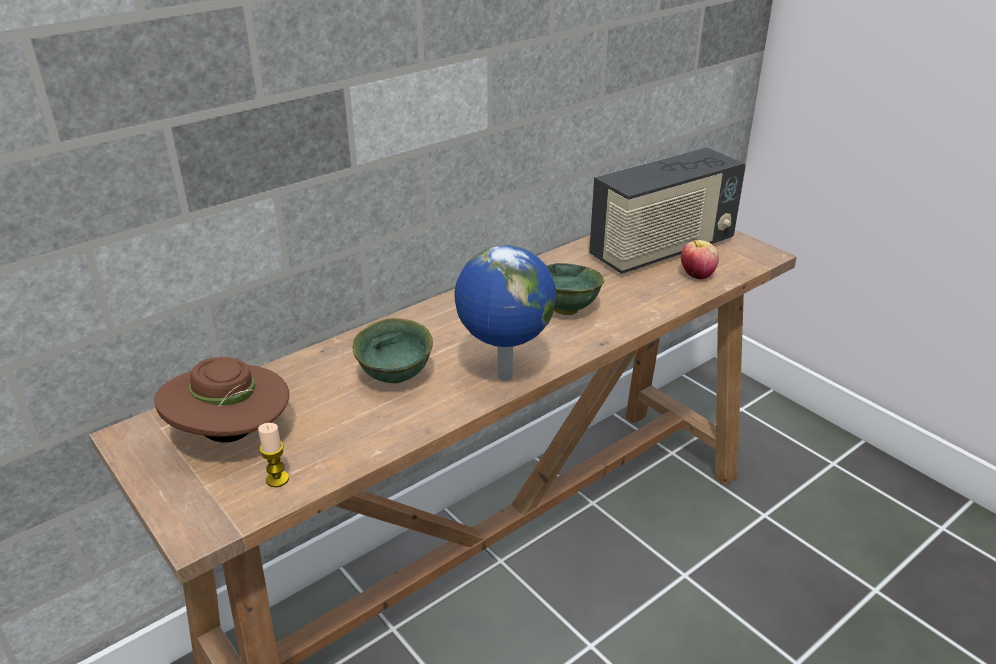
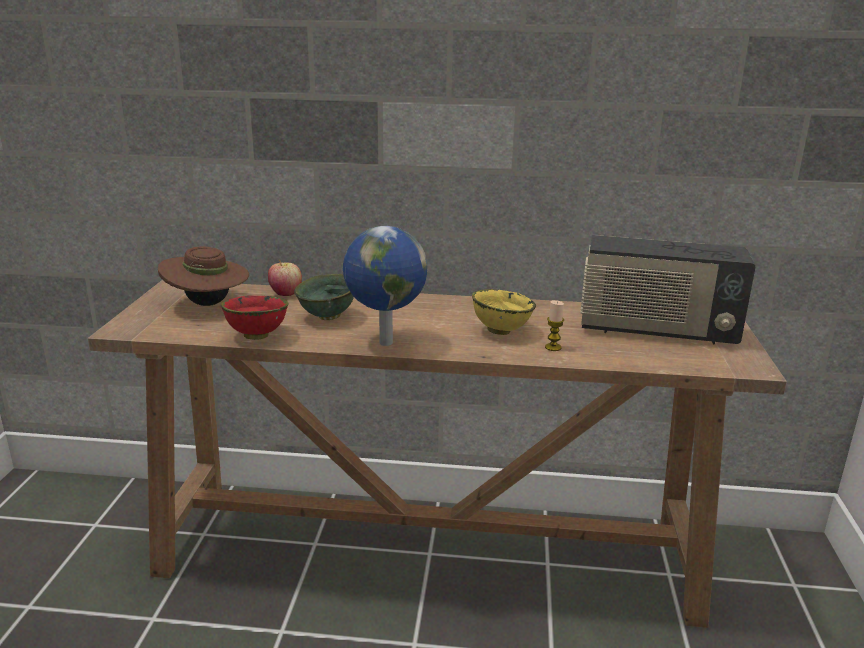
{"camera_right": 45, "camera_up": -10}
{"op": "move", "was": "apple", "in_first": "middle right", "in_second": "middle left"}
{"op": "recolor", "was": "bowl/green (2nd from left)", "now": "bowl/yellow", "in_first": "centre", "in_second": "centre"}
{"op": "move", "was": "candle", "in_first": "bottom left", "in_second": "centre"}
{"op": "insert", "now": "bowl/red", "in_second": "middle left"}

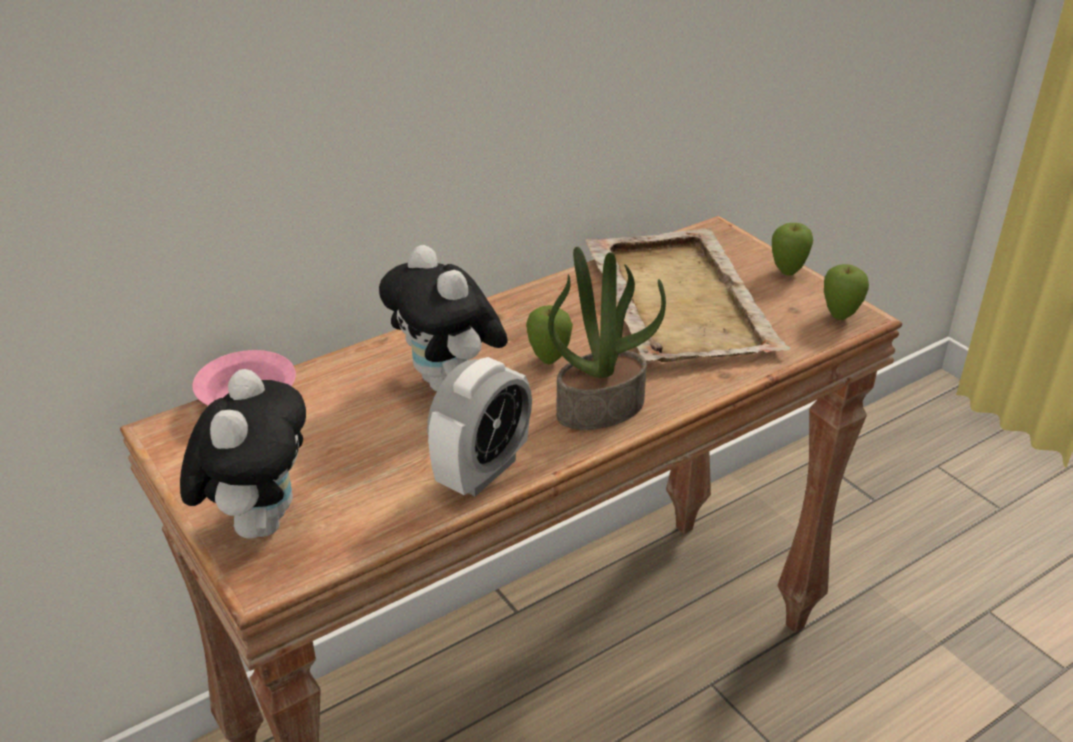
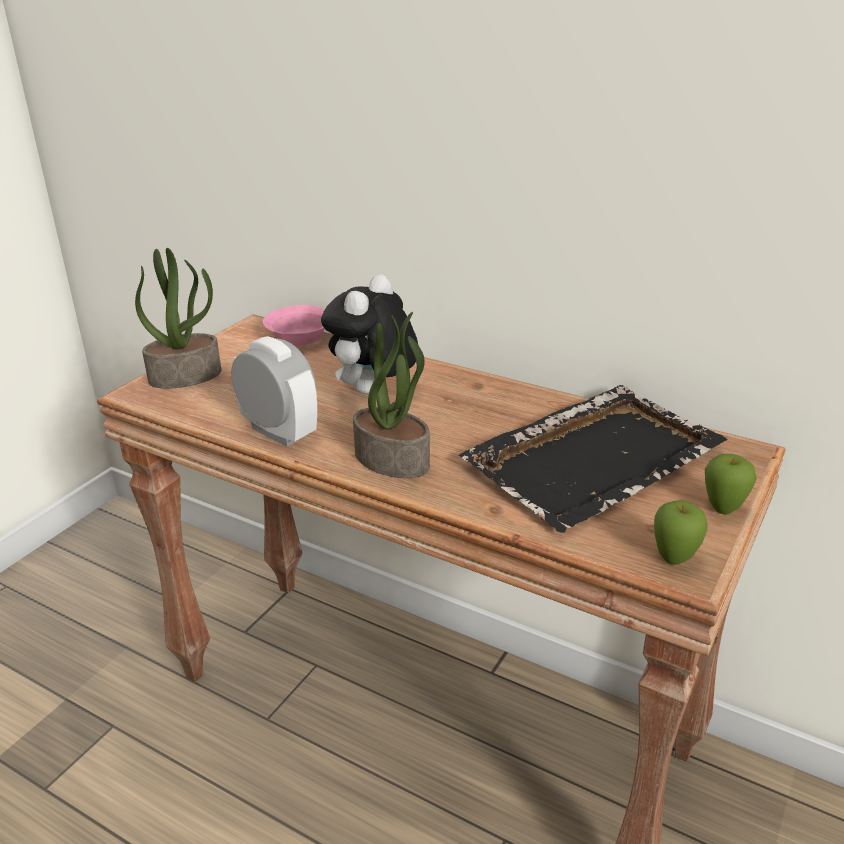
{"camera_right": 65, "camera_up": -5}
{"op": "recolor", "was": "tray/beige", "now": "tray/black", "in_first": "centre", "in_second": "middle right"}
{"op": "delete", "was": "apple (1st from left)", "in_first": "centre"}
{"op": "rotate", "was": "alarm clock", "in_first": "centre", "in_second": "middle left", "clockwise": -150}
{"op": "replace", "was": "plush toy (1st from left)", "now": "potted plant (1st from left)", "in_first": "middle left", "in_second": "middle left"}

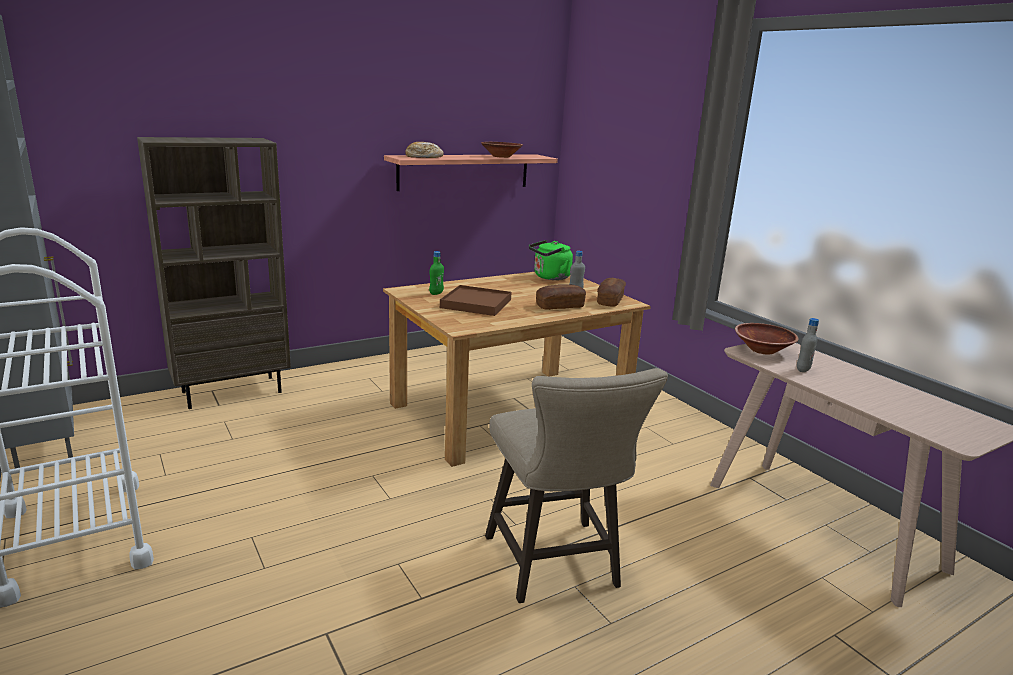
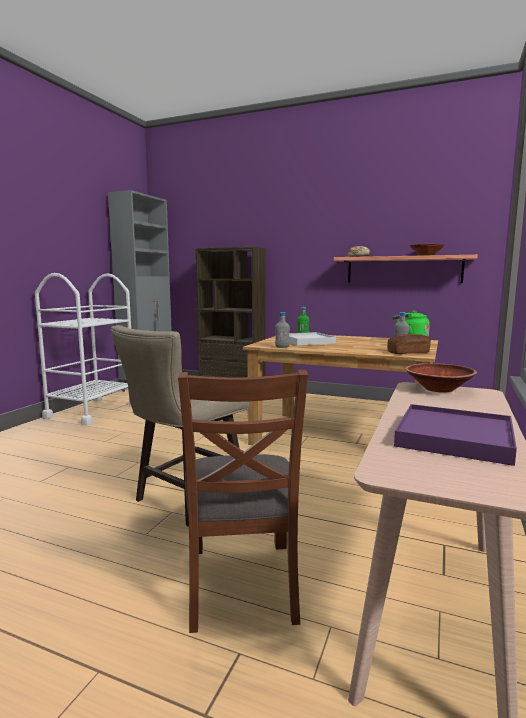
{"camera_right": 55, "camera_up": -10}
{"op": "delete", "was": "bread (2nd from left)", "in_first": "centre"}
{"op": "recolor", "was": "tray/brown", "now": "tray/white", "in_first": "centre", "in_second": "centre"}
{"op": "move", "was": "bottle/grey (2nd from left in the first image)", "now": "bottle/grey (1st from left)", "in_first": "middle right", "in_second": "centre"}
{"op": "insert", "now": "chair/brown", "in_second": "bottom centre"}
{"op": "insert", "now": "tray/purple", "in_second": "middle right"}

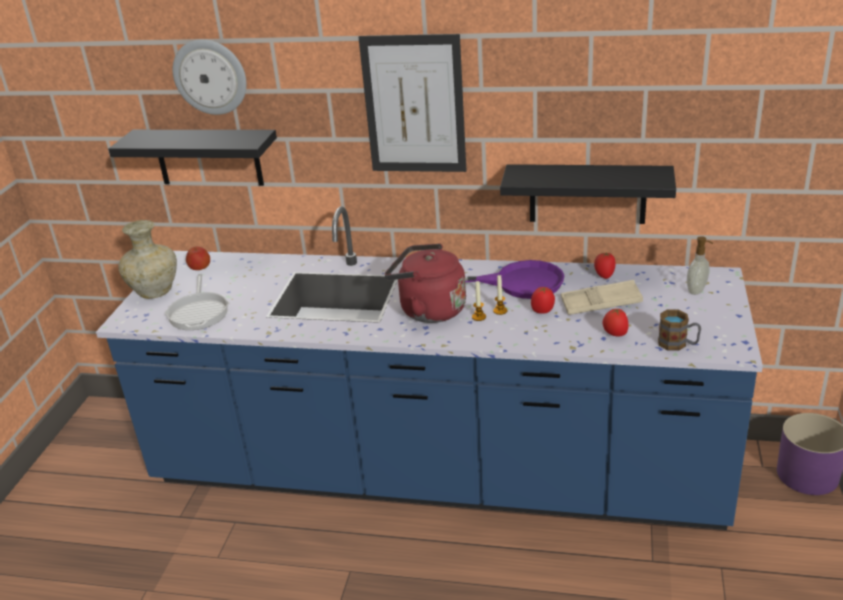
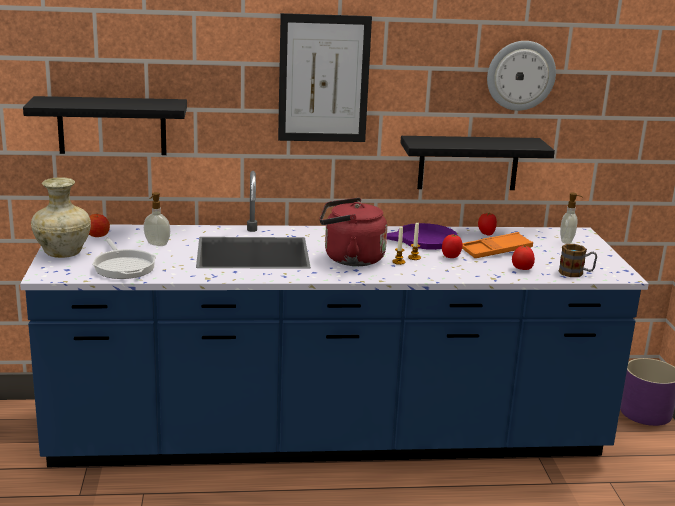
{"camera_right": -20, "camera_up": -10}
{"op": "move", "was": "wall clock", "in_first": "top left", "in_second": "top right"}
{"op": "recolor", "was": "tray/beige", "now": "tray/orange", "in_first": "middle right", "in_second": "middle right"}
{"op": "insert", "now": "soap dispenser (1st from left)", "in_second": "middle left"}

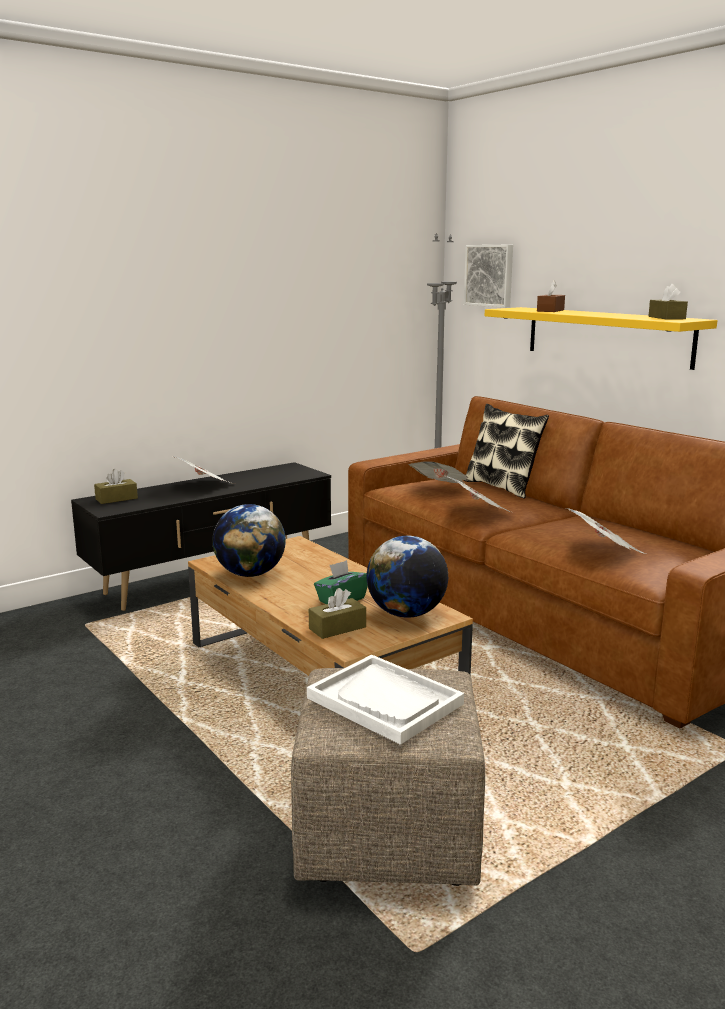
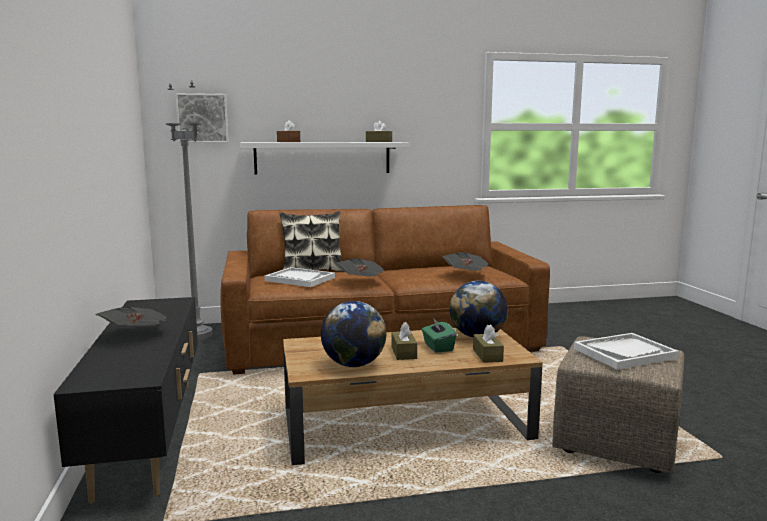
{"camera_right": -65, "camera_up": -5}
{"op": "recolor", "was": "shelf/yellow", "now": "shelf/white", "in_first": "middle right", "in_second": "top centre"}
{"op": "replace", "was": "newspaper (2nd from left)", "now": "tray/white (1st from left)", "in_first": "centre", "in_second": "centre"}
{"op": "move", "was": "tissue box/brown (1st from left in the first image)", "now": "tissue box/brown (3rd from left)", "in_first": "middle left", "in_second": "centre"}

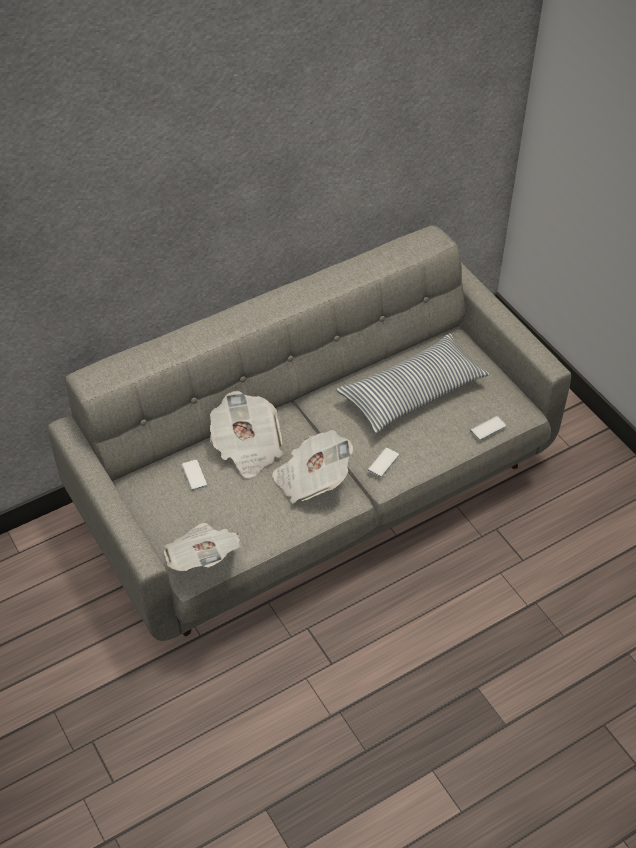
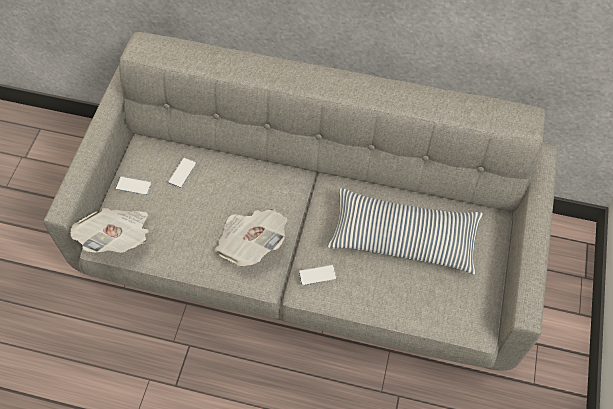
{"camera_right": 45, "camera_up": 10}
{"op": "delete", "was": "newspaper (2nd from left)", "in_first": "centre"}
{"op": "move", "was": "phone (3rd from left in the first image)", "now": "phone (1st from left)", "in_first": "middle right", "in_second": "middle left"}

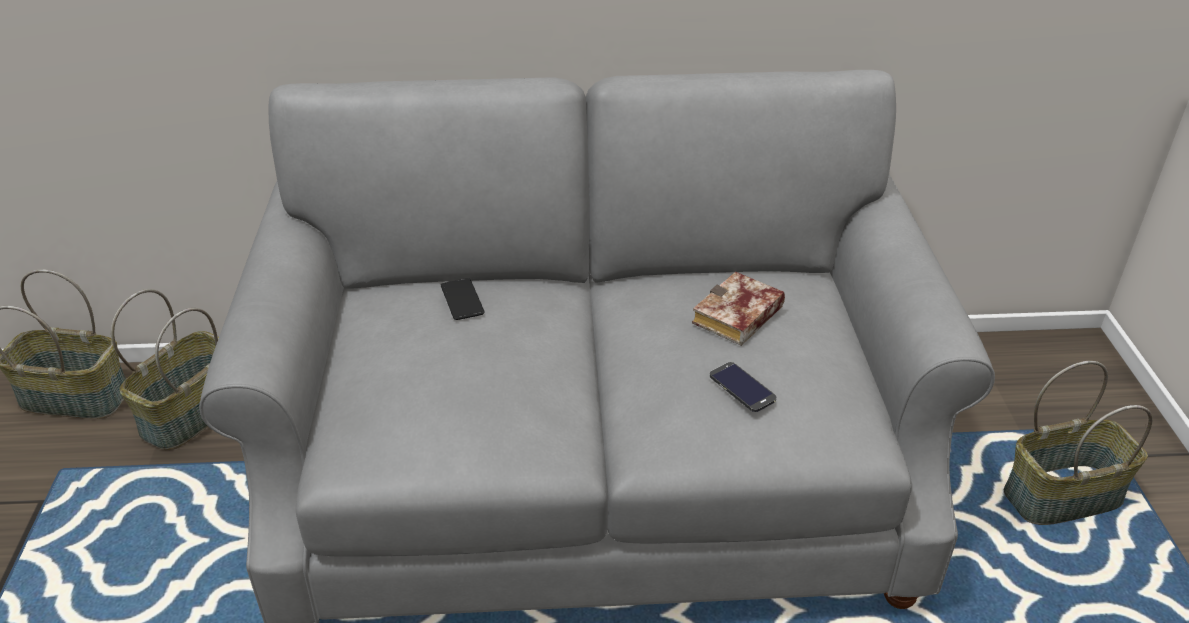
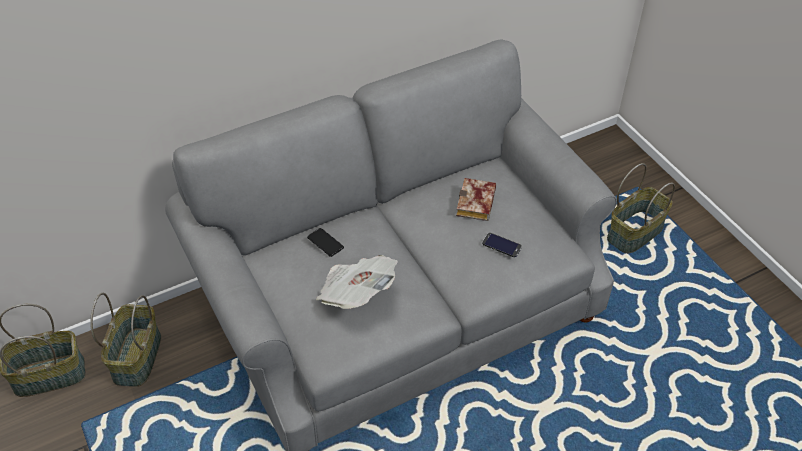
{"camera_right": -25, "camera_up": 10}
{"op": "insert", "now": "newspaper", "in_second": "centre"}

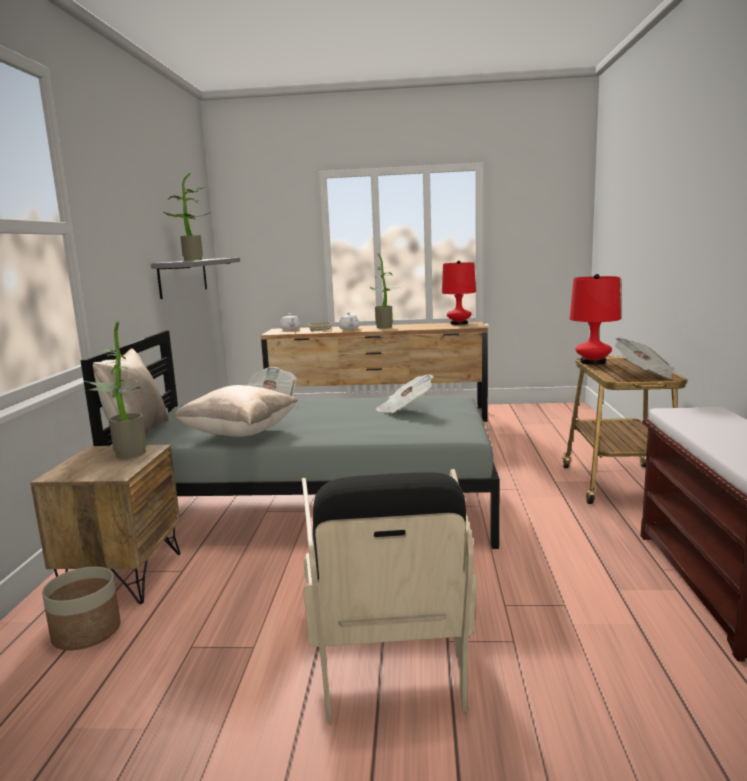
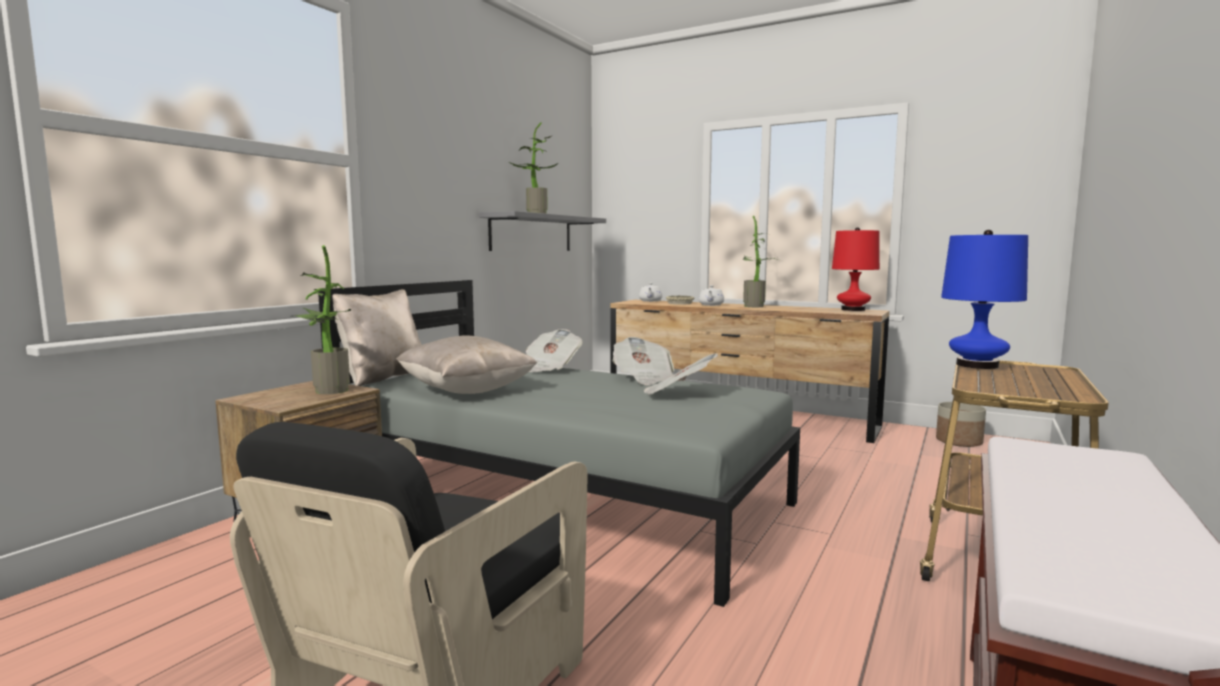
{"camera_right": 25, "camera_up": -5}
{"op": "recolor", "was": "table lamp/red (2nd from left)", "now": "table lamp/blue", "in_first": "middle right", "in_second": "middle right"}
{"op": "move", "was": "newspaper (3rd from left in the first image)", "now": "newspaper (2nd from left)", "in_first": "middle right", "in_second": "centre"}
{"op": "move", "was": "planter", "in_first": "bottom left", "in_second": "middle right"}

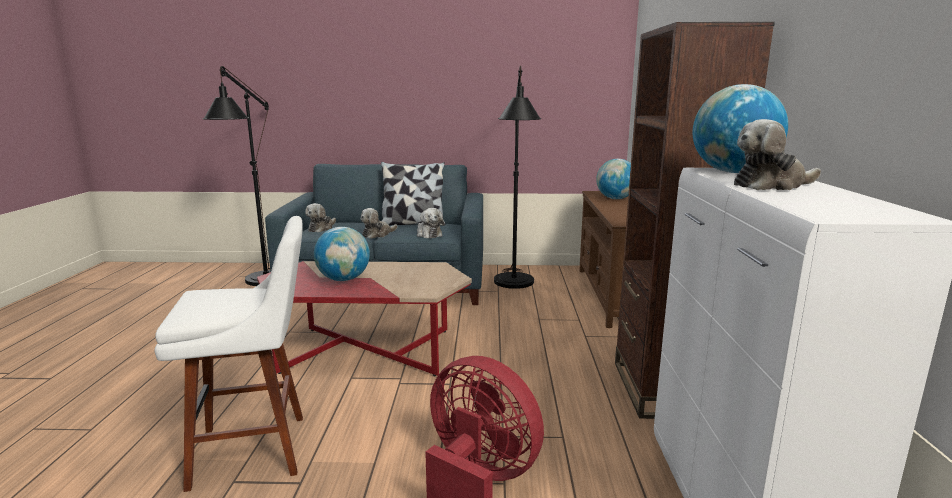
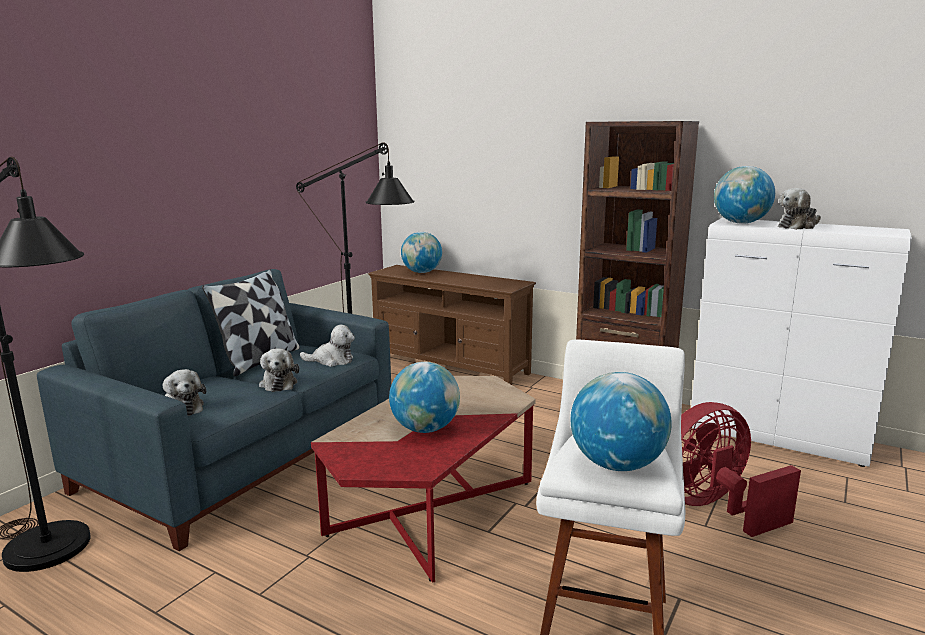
{"camera_right": -60, "camera_up": 0}
{"op": "rotate", "was": "plush toy (4th from left)", "in_first": "top right", "in_second": "top right", "clockwise": 45}
{"op": "insert", "now": "globe (3rd from left)", "in_second": "middle right"}

